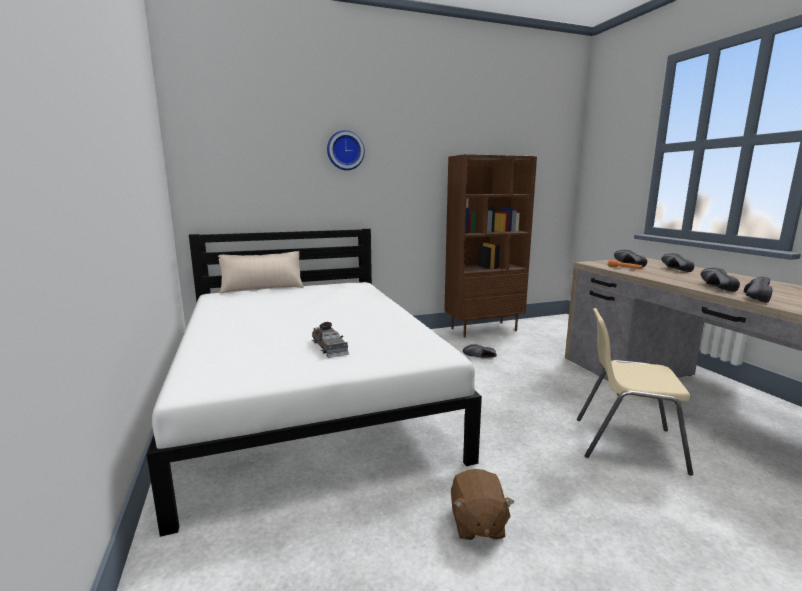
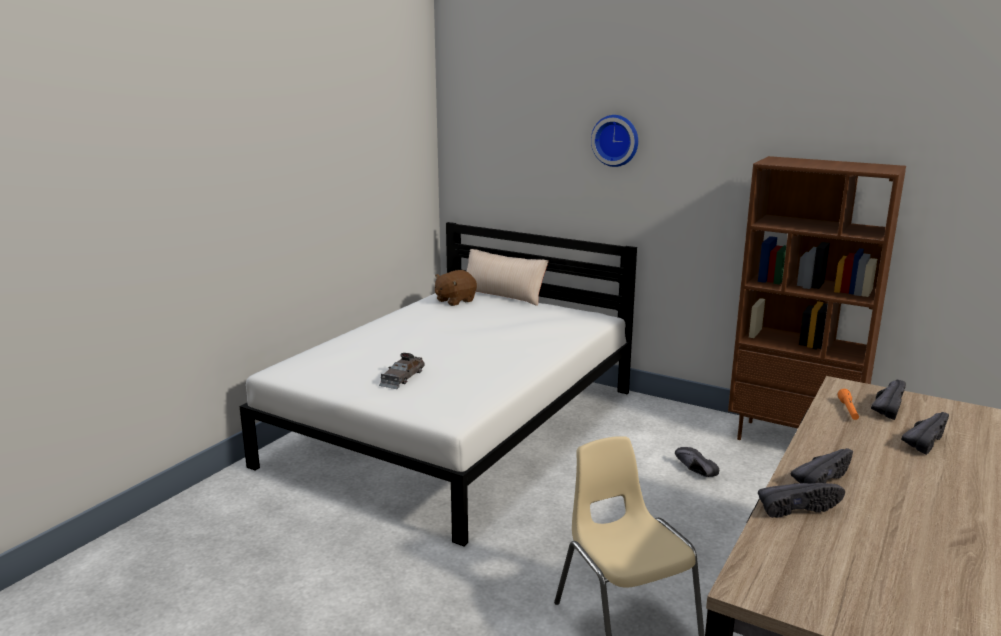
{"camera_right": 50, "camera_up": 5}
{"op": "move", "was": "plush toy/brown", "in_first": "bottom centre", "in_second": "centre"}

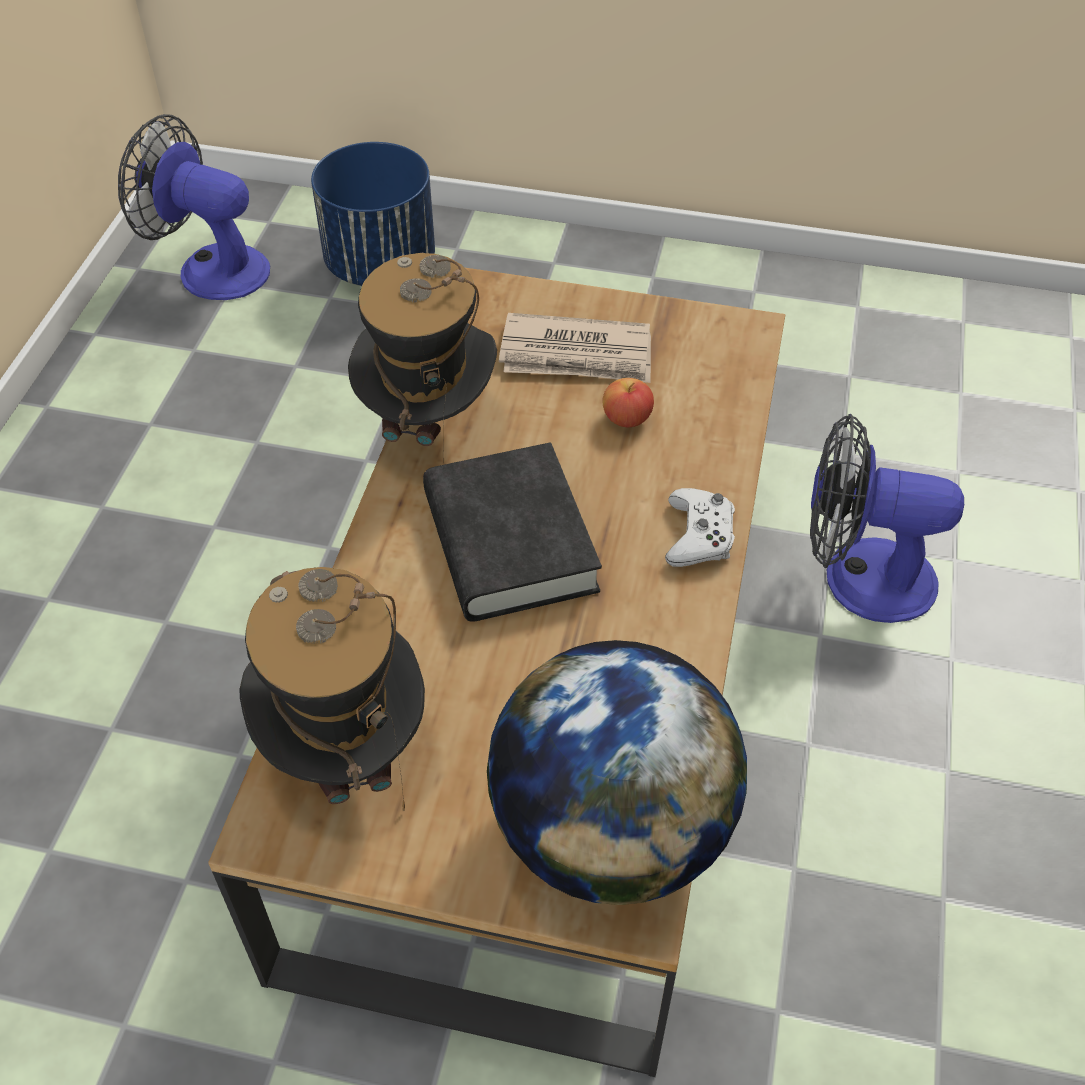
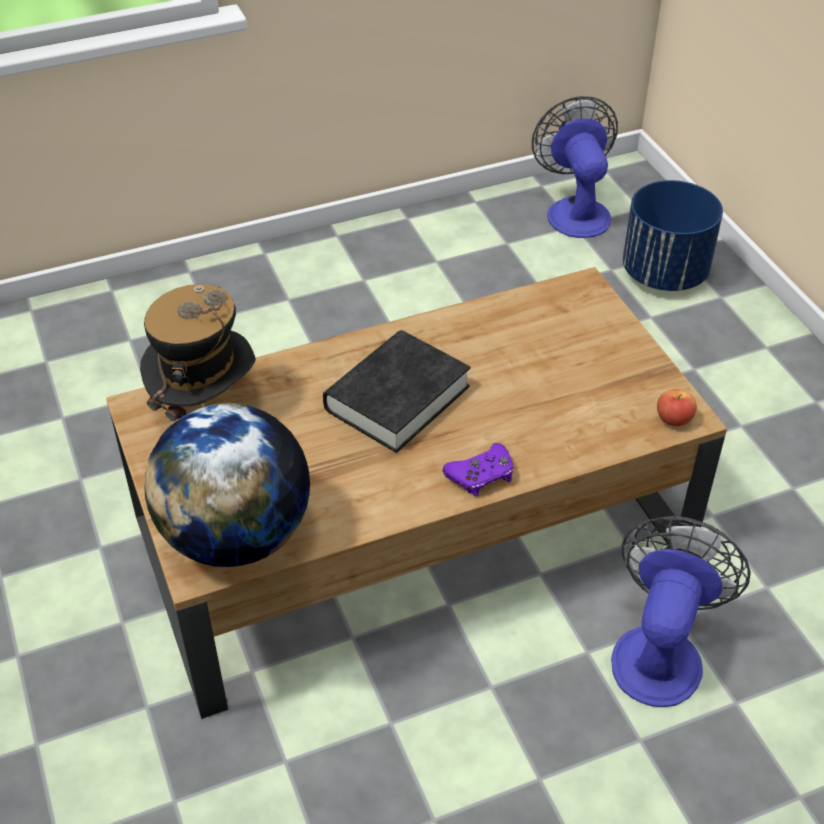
{"camera_right": 55, "camera_up": -5}
{"op": "delete", "was": "hat (2nd from left)", "in_first": "top centre"}
{"op": "delete", "was": "newspaper", "in_first": "top centre"}
{"op": "move", "was": "apple", "in_first": "centre", "in_second": "middle right"}
{"op": "rotate", "was": "fan (2nd from left)", "in_first": "middle right", "in_second": "bottom right", "clockwise": 45}
{"op": "recolor", "was": "game controller/white", "now": "game controller/purple", "in_first": "centre", "in_second": "centre"}

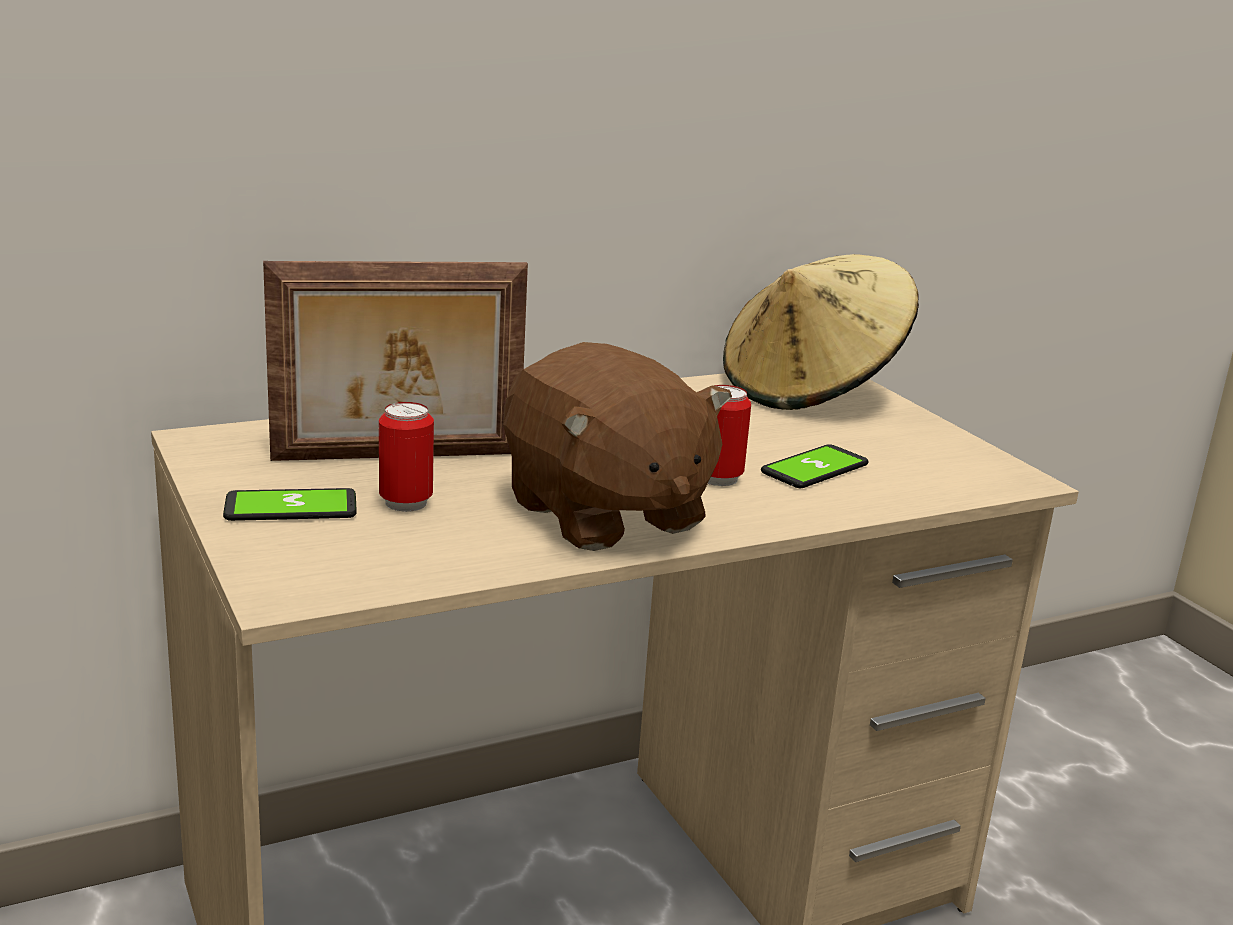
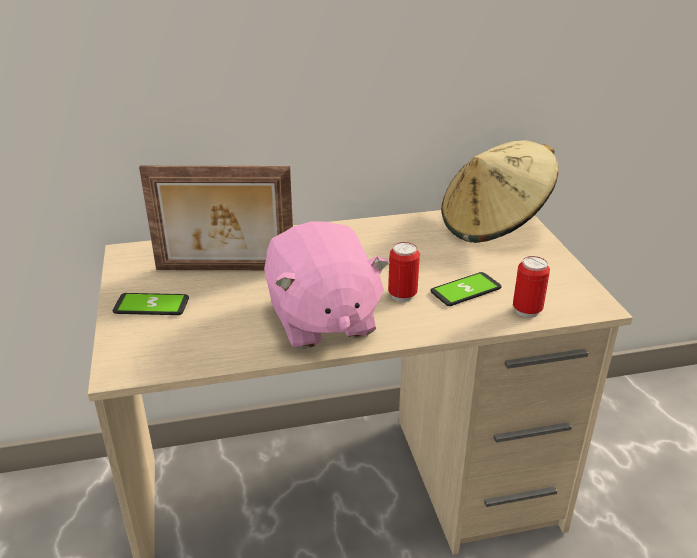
{"camera_right": 15, "camera_up": 10}
{"op": "recolor", "was": "plush toy/brown", "now": "plush toy/pink", "in_first": "centre", "in_second": "centre"}
{"op": "move", "was": "can (1st from left in the first image)", "now": "can (2nd from left)", "in_first": "middle left", "in_second": "middle right"}

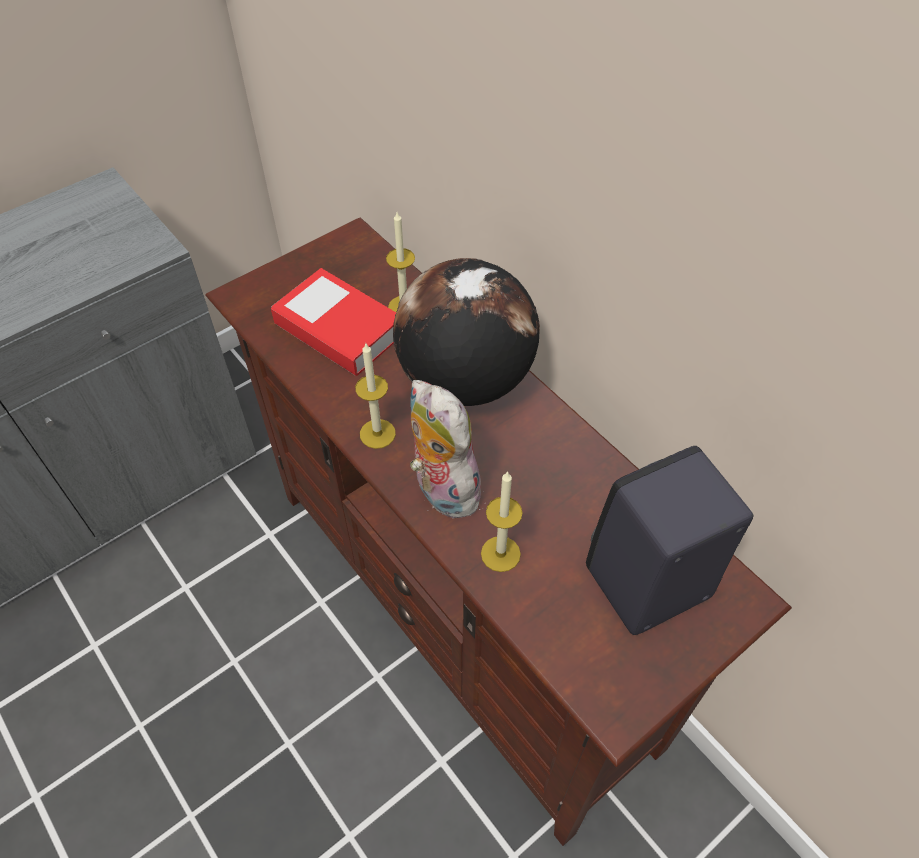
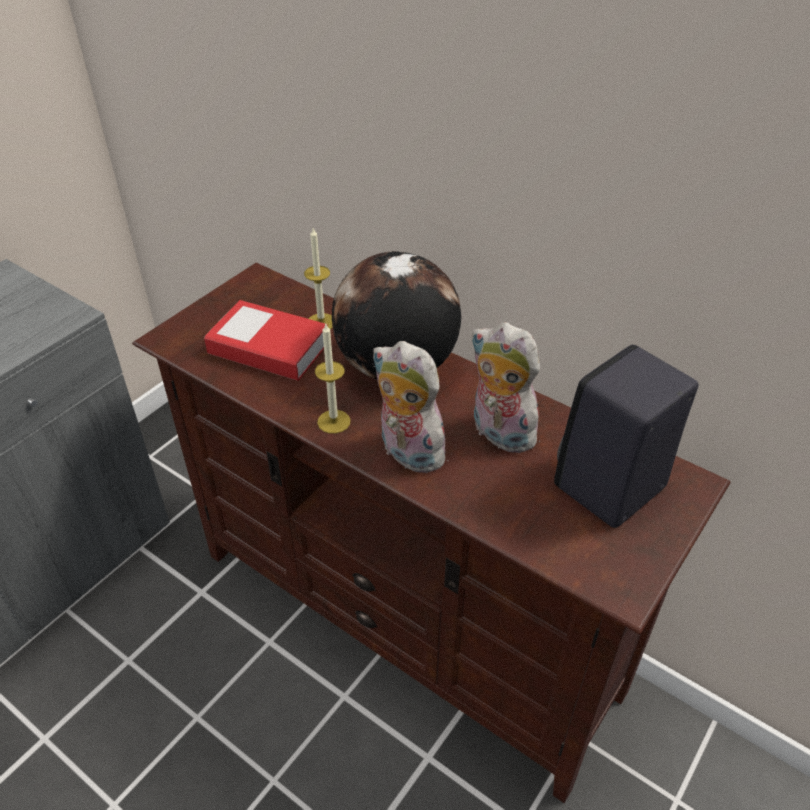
{"camera_right": -15, "camera_up": -10}
{"op": "delete", "was": "candle (3rd from left)", "in_first": "centre"}
{"op": "insert", "now": "plush toy (2nd from left)", "in_second": "centre"}

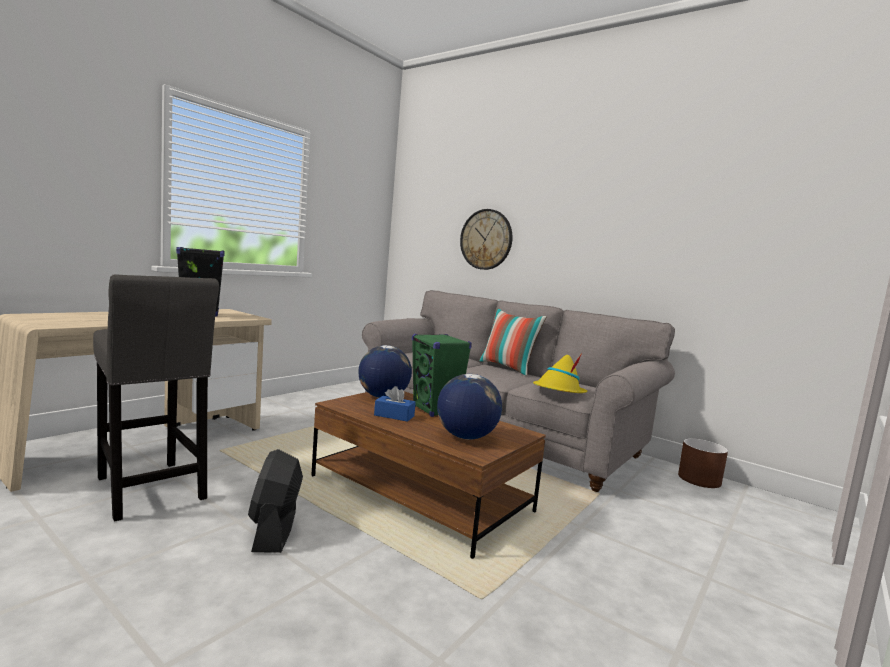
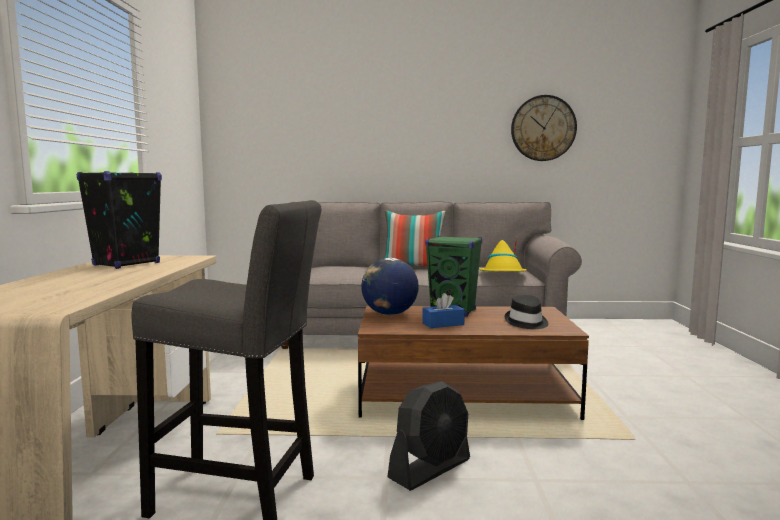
{"camera_right": -35, "camera_up": 0}
{"op": "move", "was": "wall clock", "in_first": "centre", "in_second": "top right"}
{"op": "replace", "was": "globe (2nd from left)", "now": "hat/black", "in_first": "centre", "in_second": "middle right"}
{"op": "delete", "was": "planter/brown", "in_first": "bottom right"}
{"op": "rotate", "was": "fan/black", "in_first": "bottom left", "in_second": "bottom centre", "clockwise": -90}

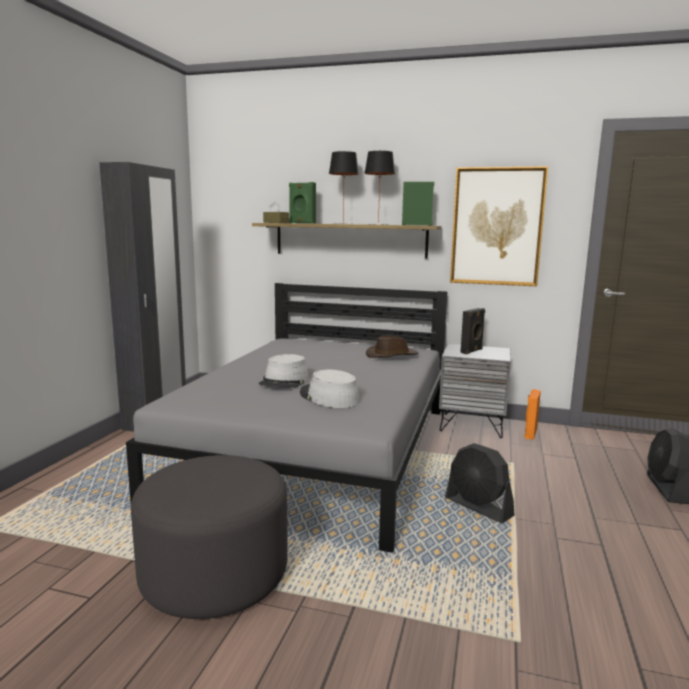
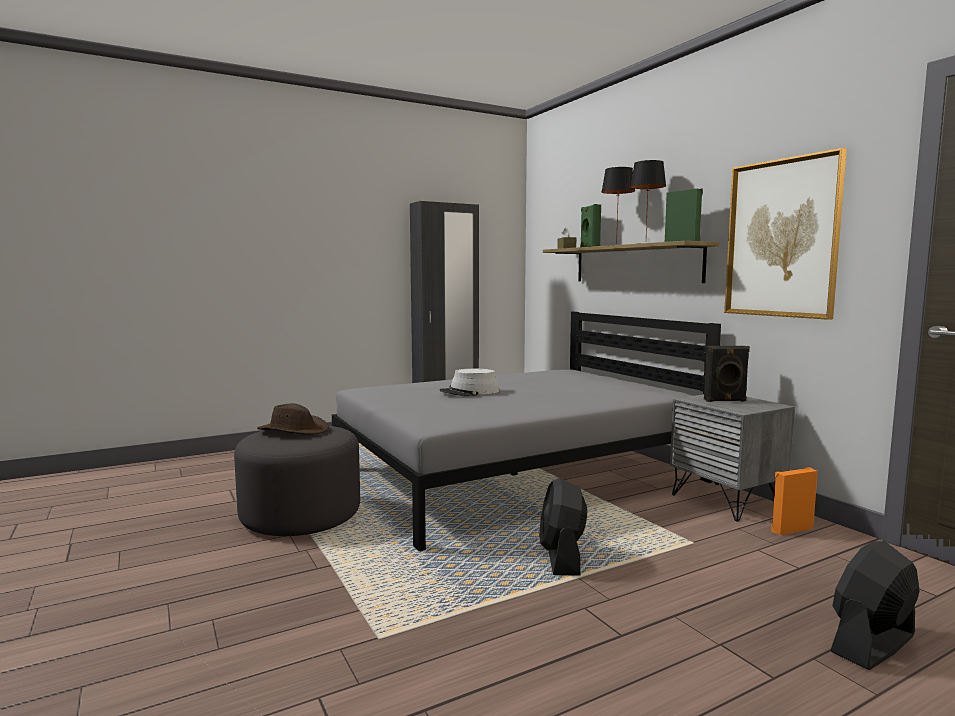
{"camera_right": 45, "camera_up": -5}
{"op": "move", "was": "hat/brown", "in_first": "centre", "in_second": "middle left"}
{"op": "delete", "was": "hat/grey (2nd from left)", "in_first": "centre"}

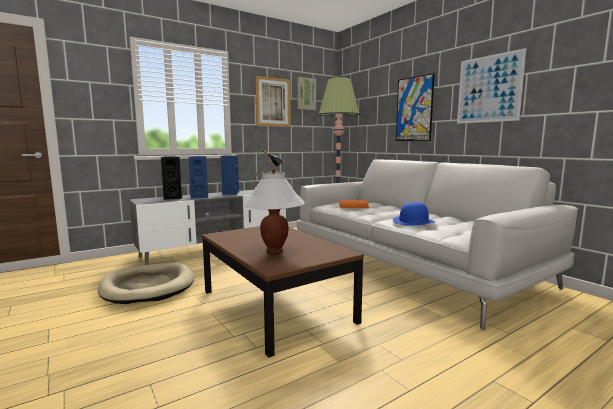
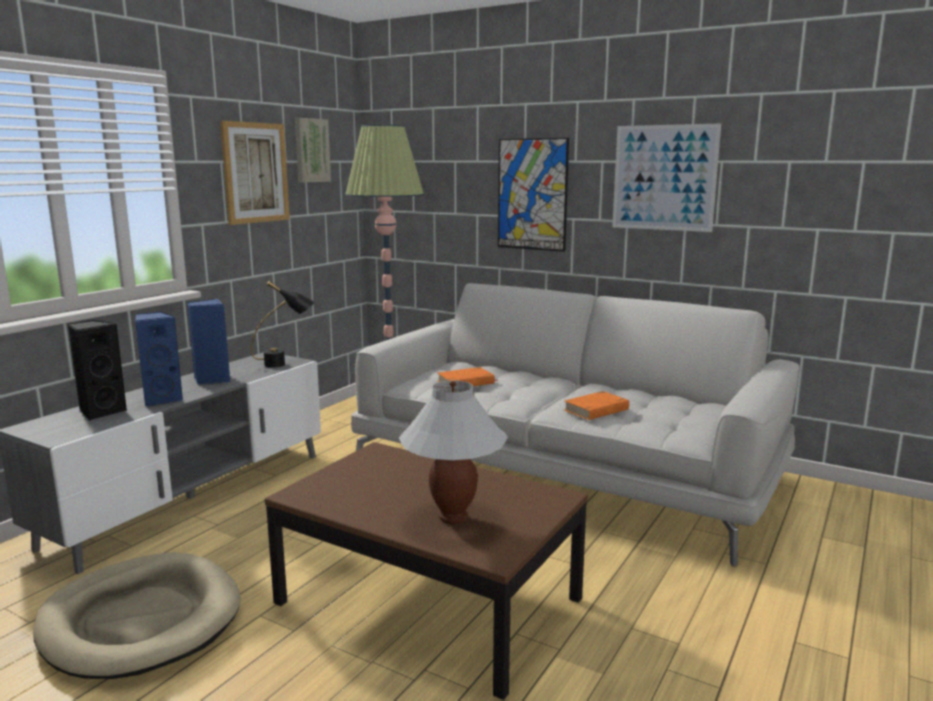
{"camera_right": -25, "camera_up": 5}
{"op": "replace", "was": "hat/blue", "now": "book/orange (2nd from left)", "in_first": "middle right", "in_second": "centre"}

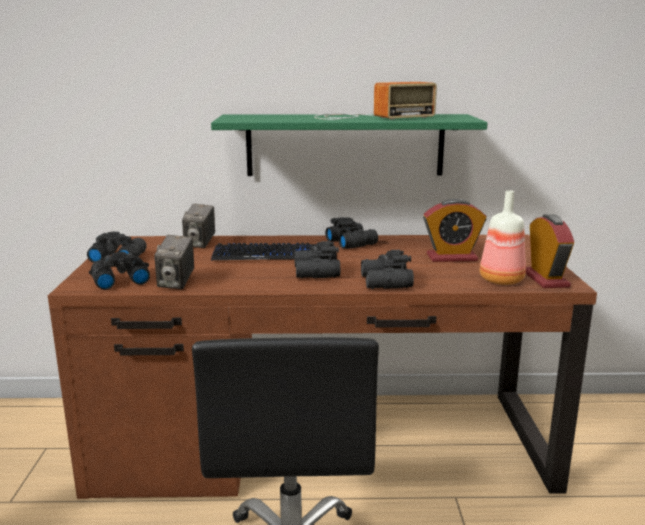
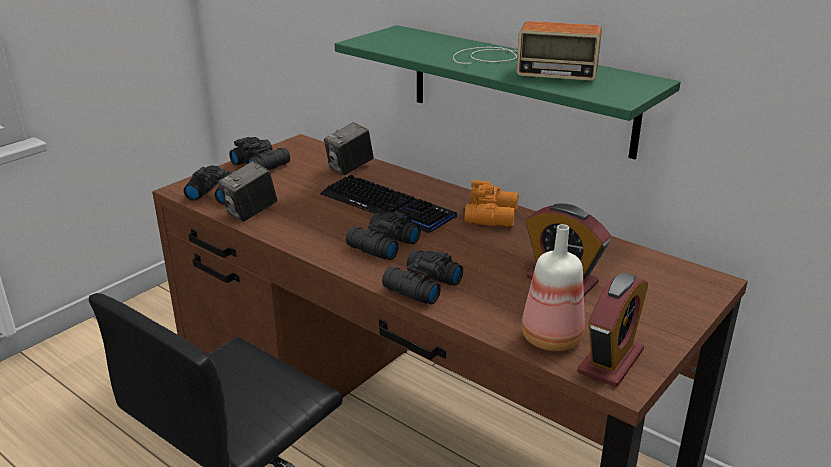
{"camera_right": 40, "camera_up": 10}
{"op": "recolor", "was": "binoculars/black (4th from left)", "now": "binoculars/orange", "in_first": "centre", "in_second": "centre"}

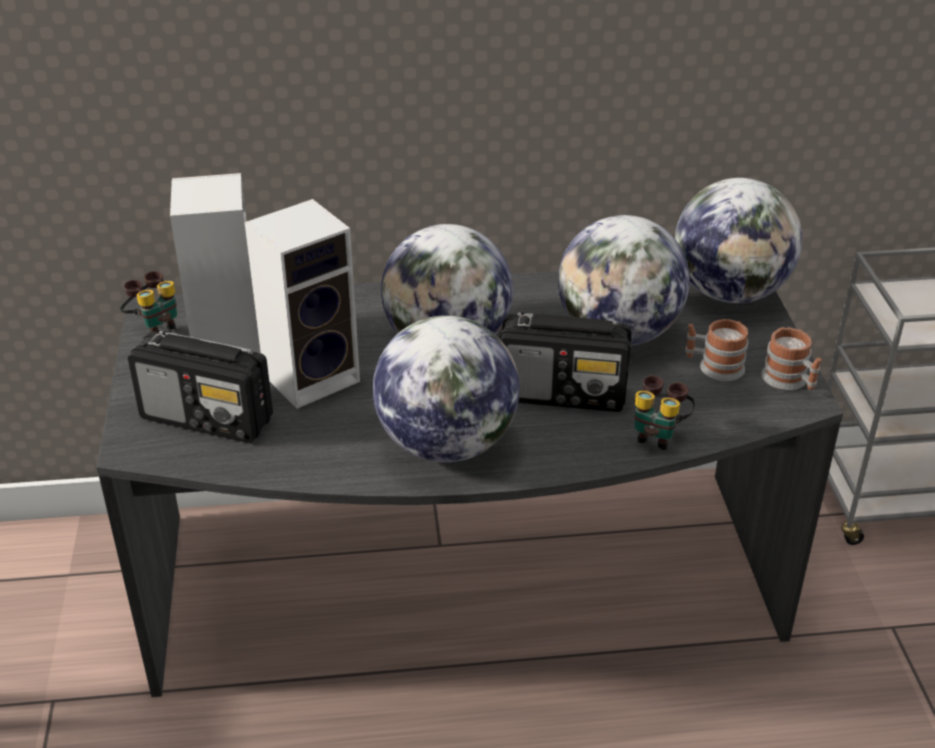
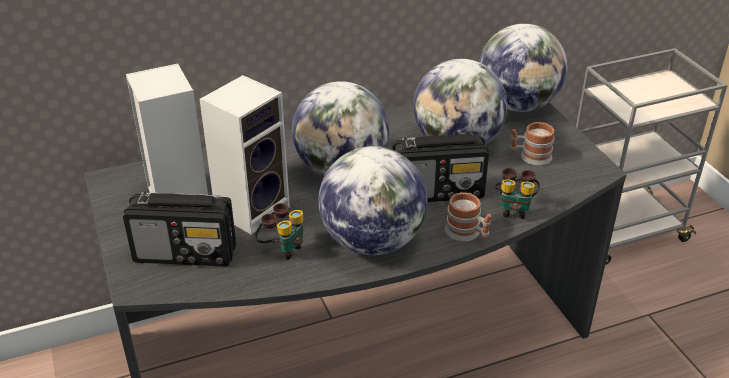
{"camera_right": -15, "camera_up": 0}
{"op": "move", "was": "binoculars (1st from left)", "in_first": "middle left", "in_second": "centre"}
{"op": "move", "was": "mug (2nd from left in the first image)", "now": "mug (1st from left)", "in_first": "middle right", "in_second": "centre"}

